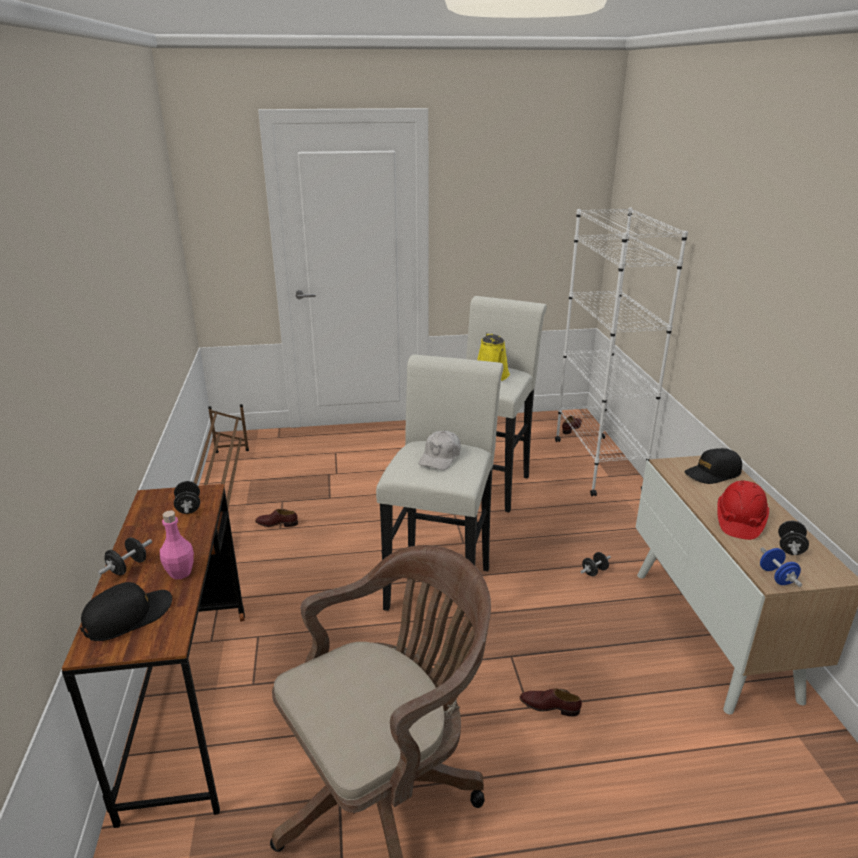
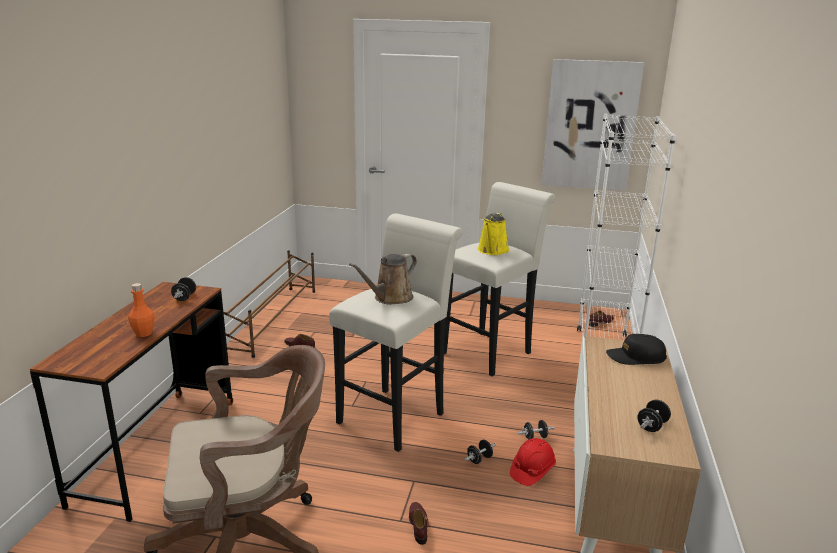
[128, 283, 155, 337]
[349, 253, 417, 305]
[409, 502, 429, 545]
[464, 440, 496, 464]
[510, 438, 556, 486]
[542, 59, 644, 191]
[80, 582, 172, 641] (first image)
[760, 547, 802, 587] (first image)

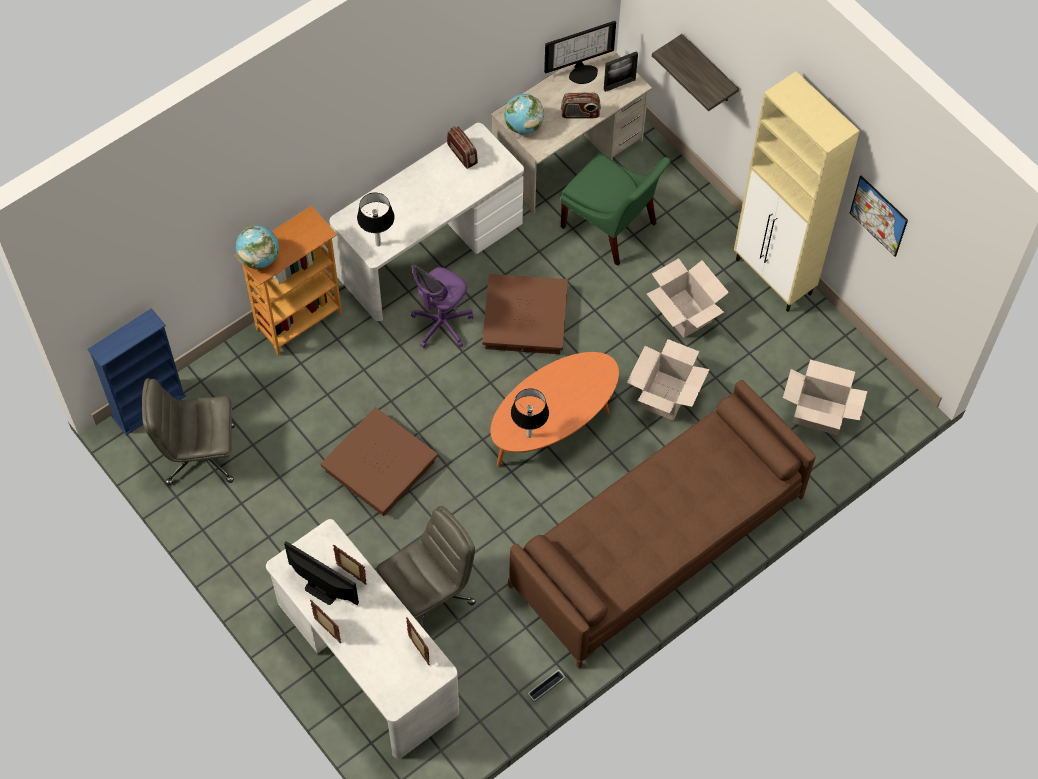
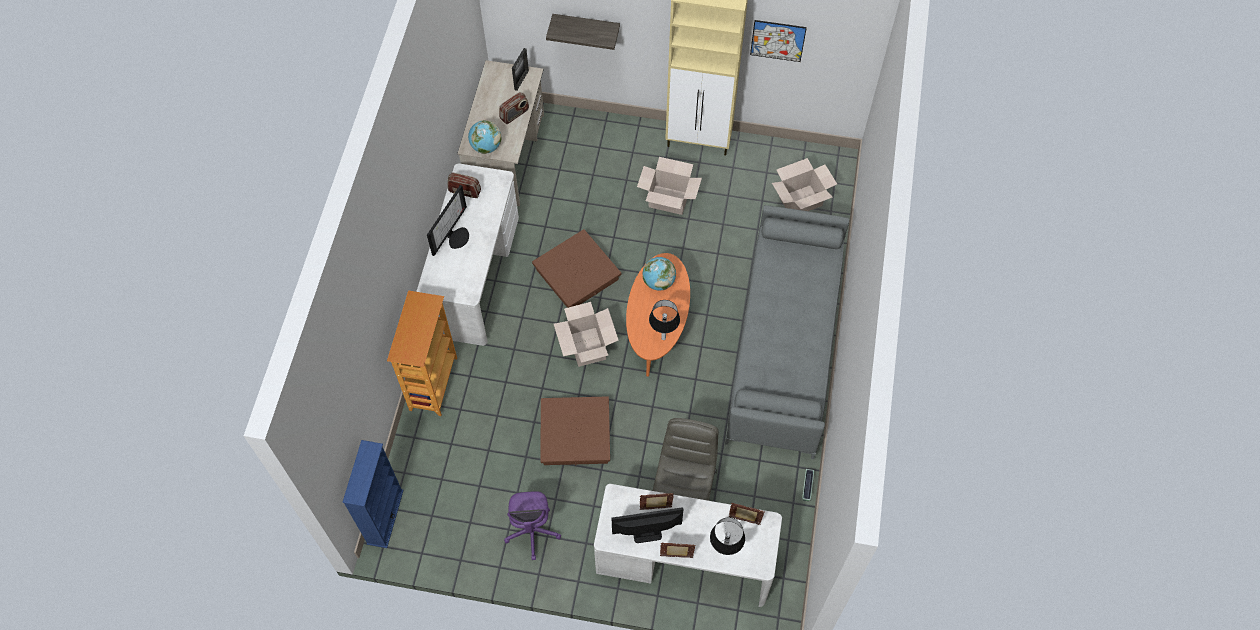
[427, 185, 469, 256]
[504, 491, 561, 560]
[554, 302, 618, 367]
[643, 257, 676, 291]
[710, 517, 745, 555]
[725, 205, 849, 459]
[142, 378, 235, 486] (first image)
[561, 152, 671, 266] (first image)

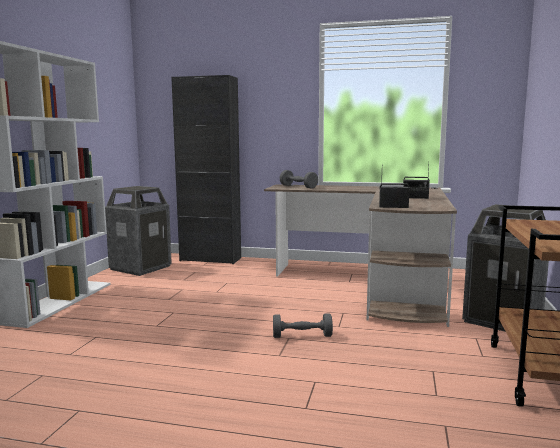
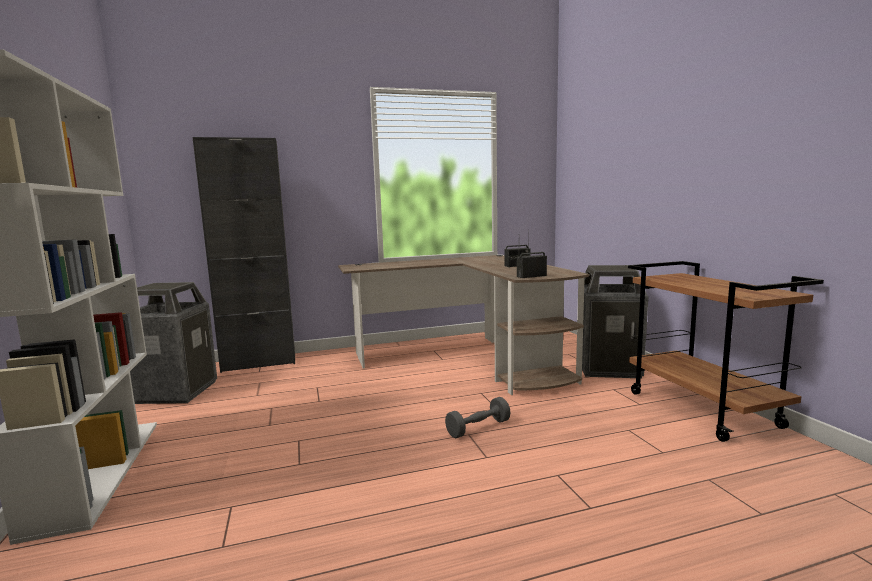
[280, 170, 318, 189] (first image)

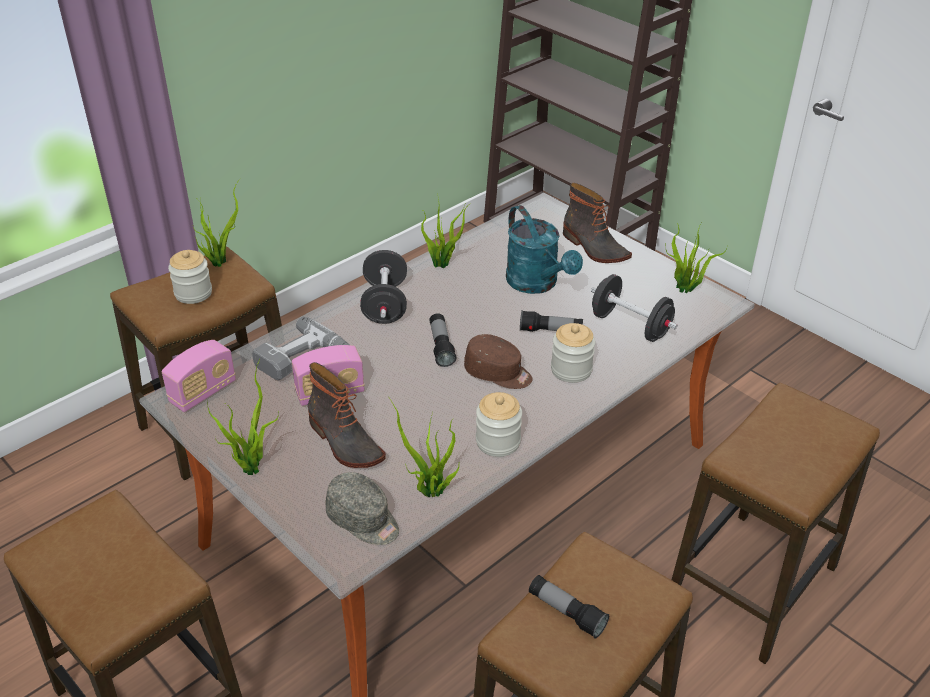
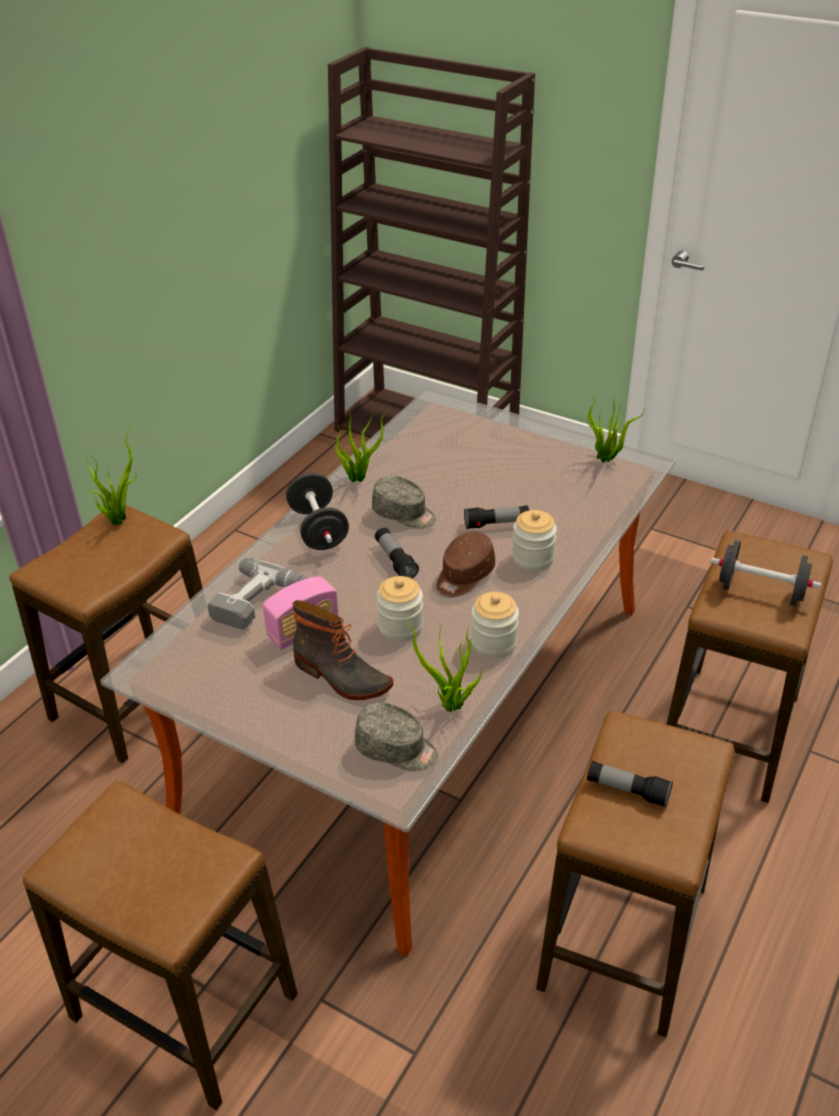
[372, 476, 436, 528]
[376, 576, 423, 641]
[437, 532, 495, 597]
[711, 540, 822, 606]
[162, 340, 236, 412] (first image)
[207, 359, 279, 475] (first image)
[506, 205, 583, 294] (first image)
[563, 183, 632, 263] (first image)

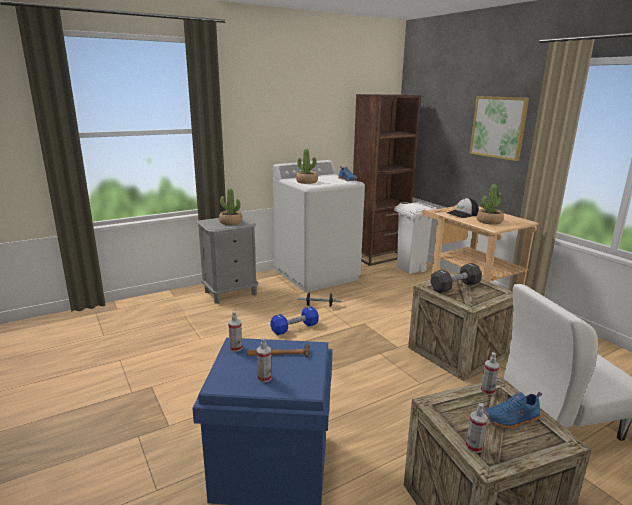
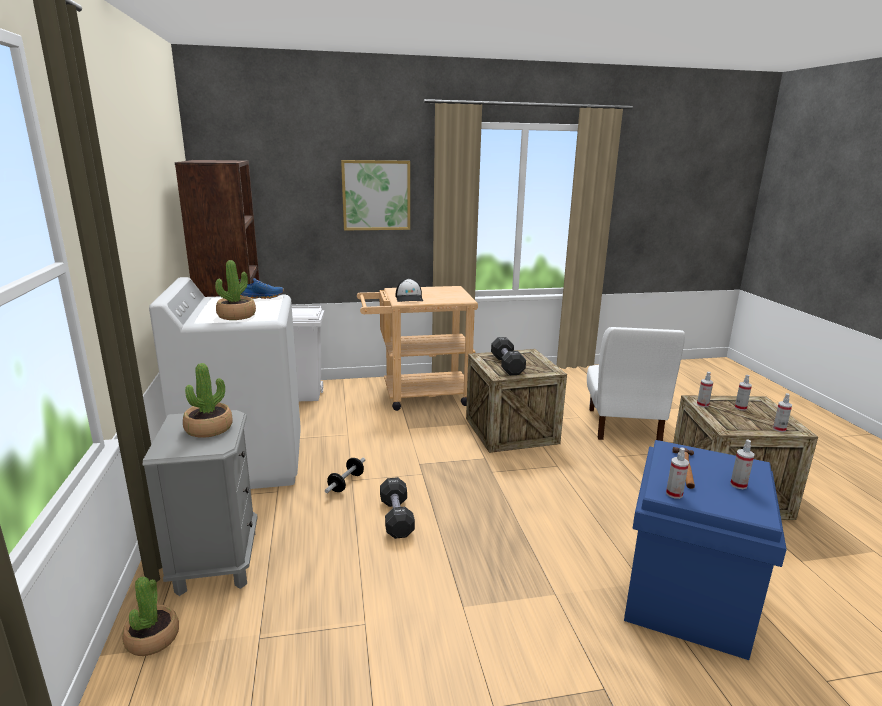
[122, 576, 179, 656]
[380, 477, 415, 539]
[735, 375, 752, 411]

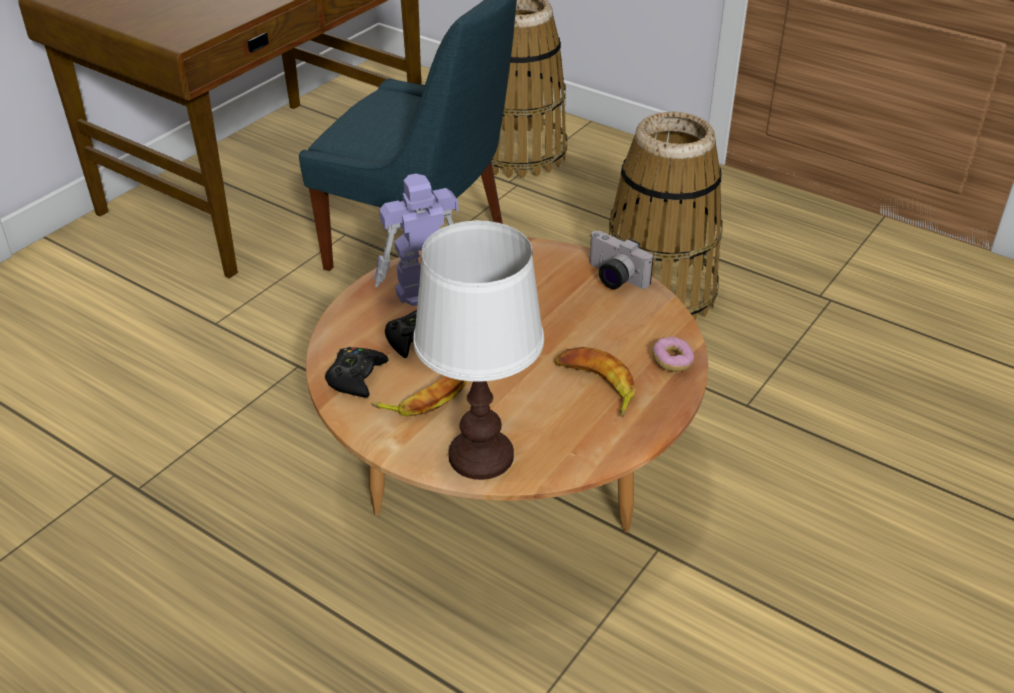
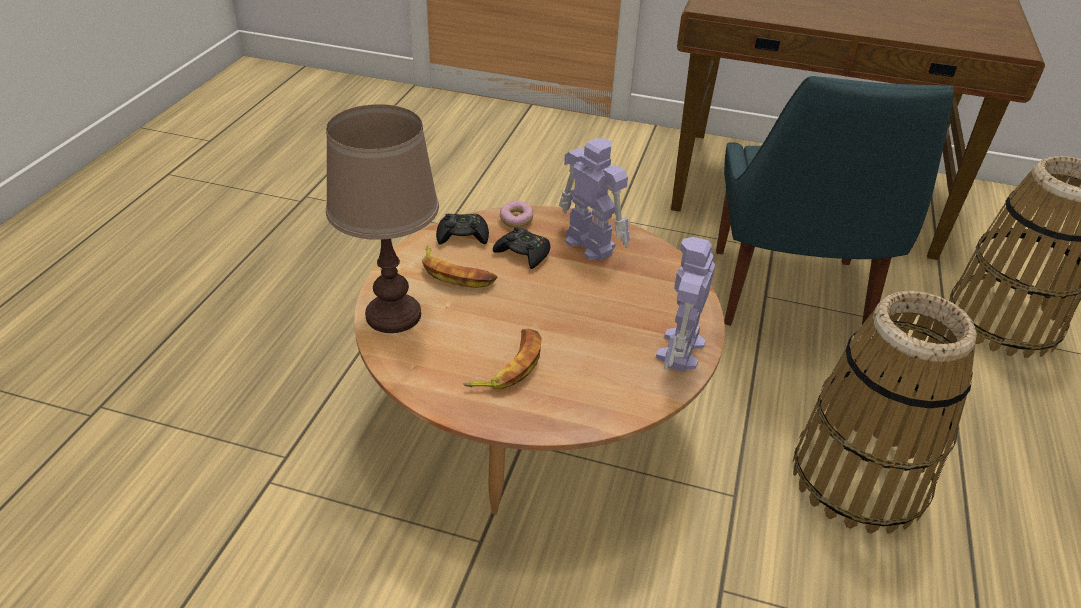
[326, 104, 439, 333]
[500, 200, 533, 228]
[656, 237, 715, 372]

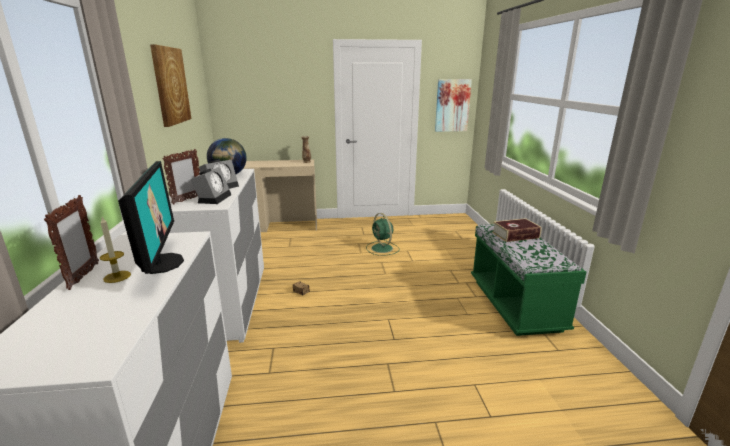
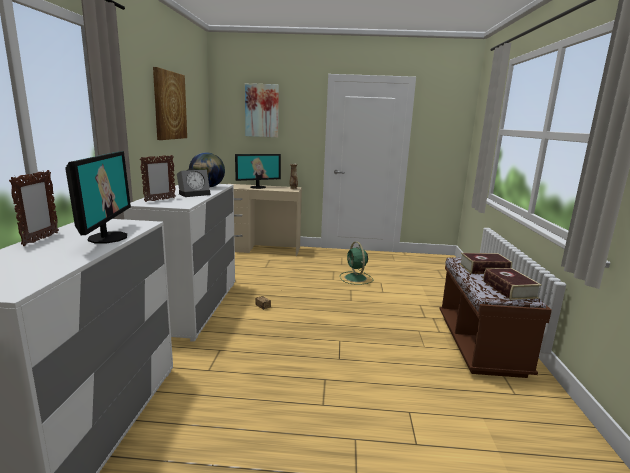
[235, 154, 281, 189]
[245, 83, 279, 138]
[440, 257, 552, 378]
[483, 268, 542, 300]
[100, 217, 131, 283] (first image)
[191, 167, 231, 204] (first image)

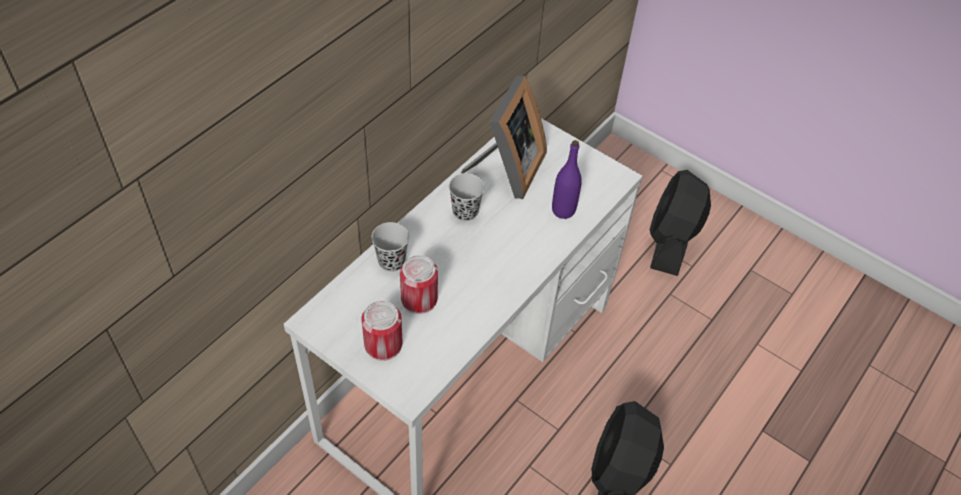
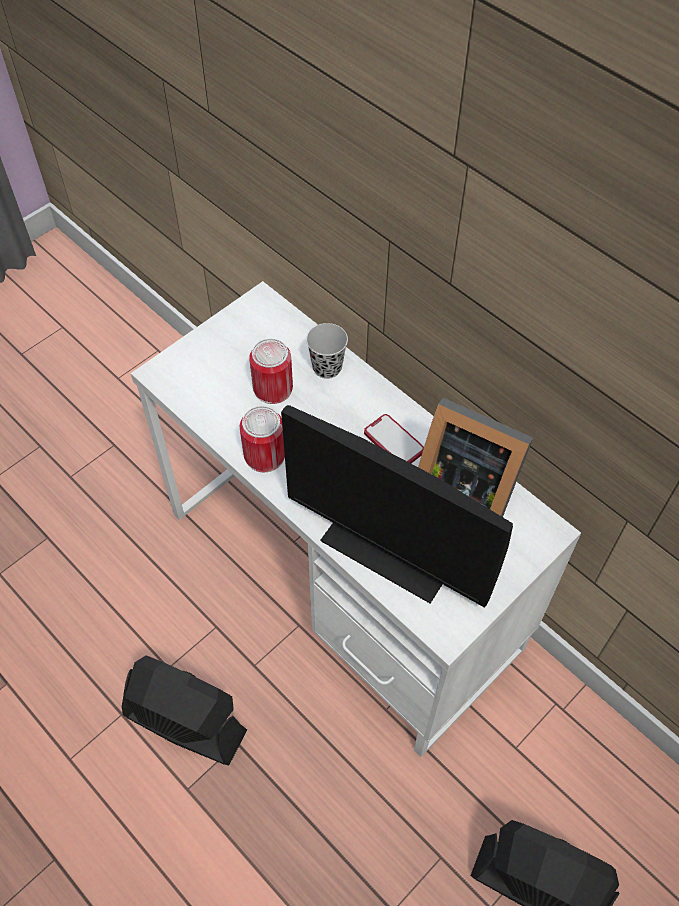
[240, 406, 285, 472]
[281, 405, 513, 608]
[364, 414, 424, 463]

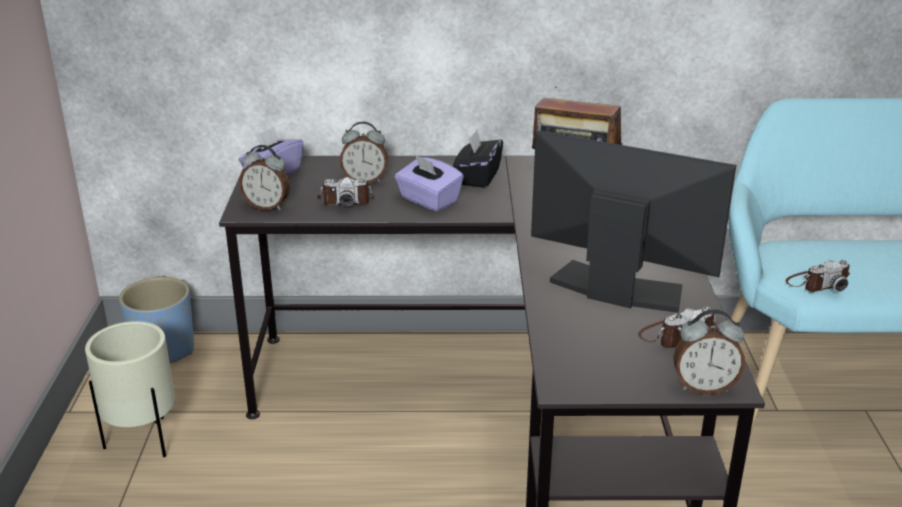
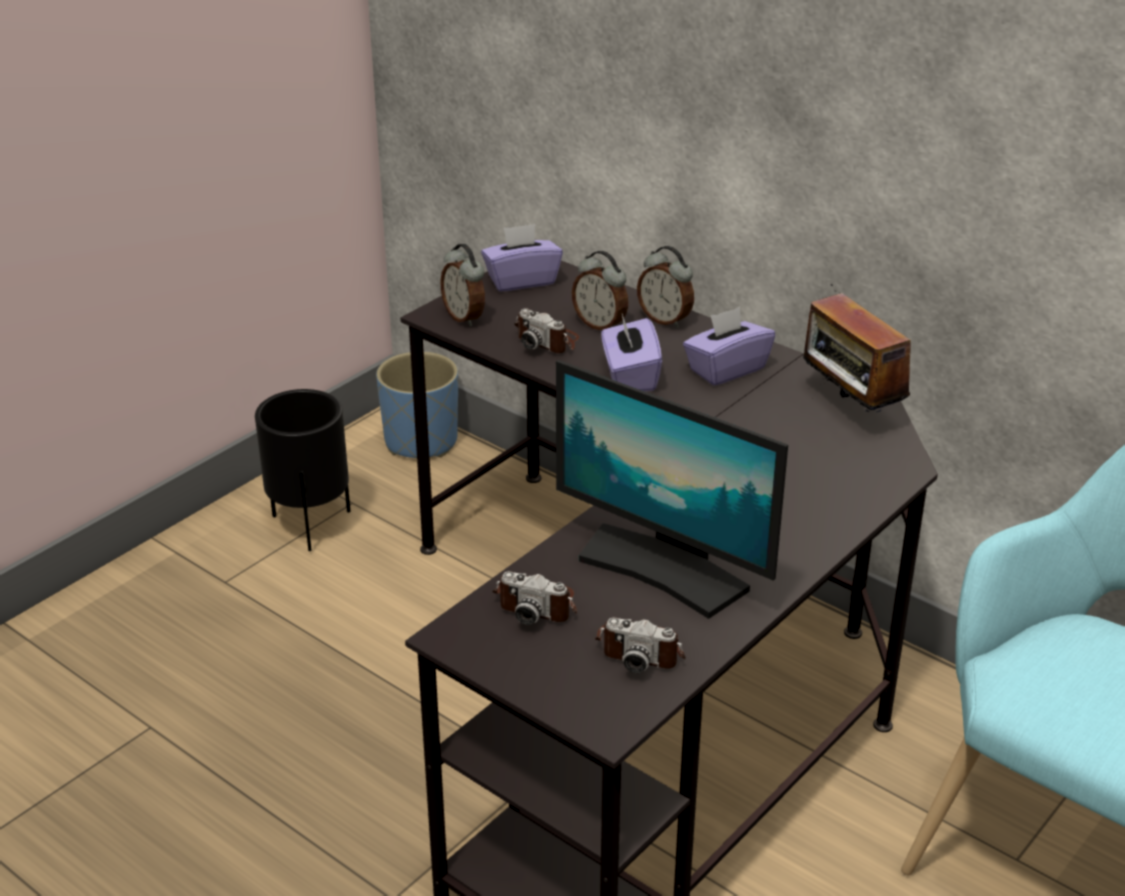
[255, 389, 351, 551]
[492, 571, 577, 625]
[556, 360, 788, 619]
[637, 246, 694, 328]
[683, 307, 775, 386]

